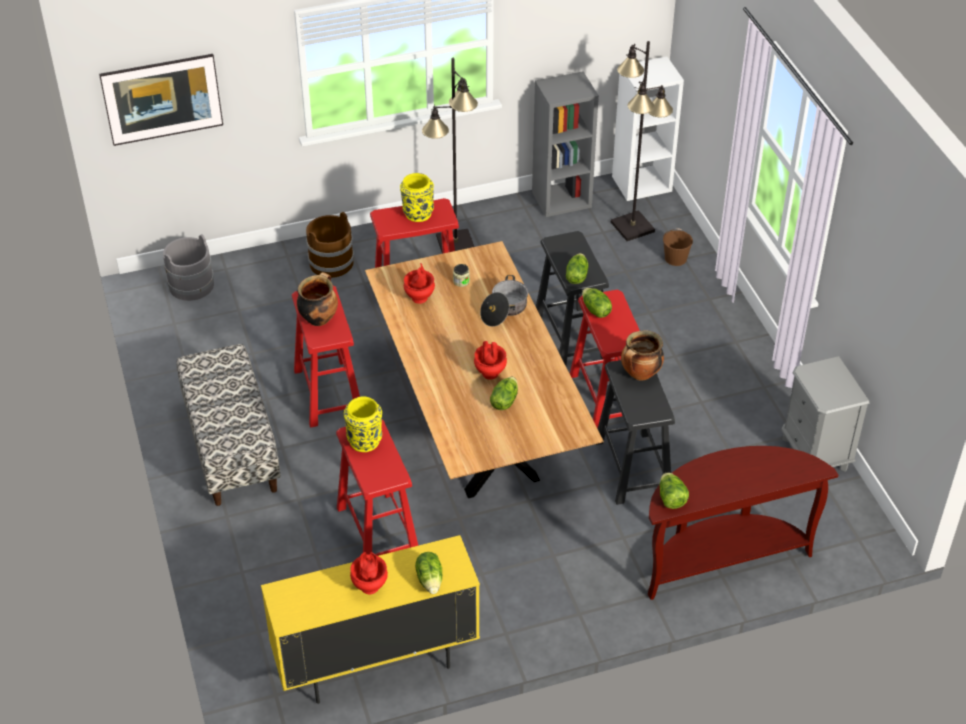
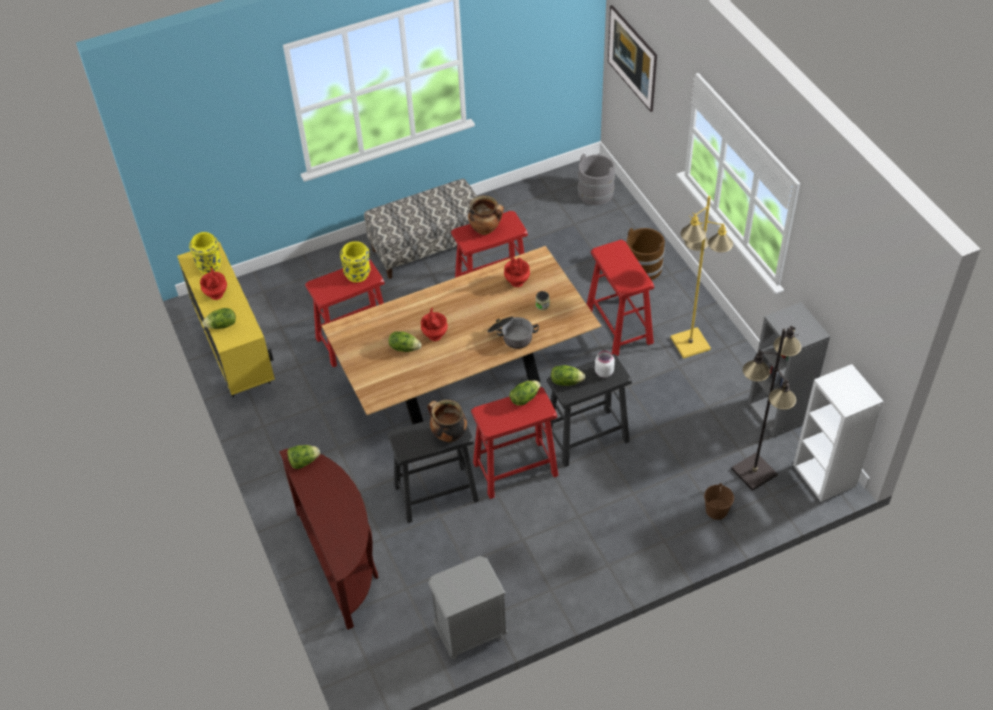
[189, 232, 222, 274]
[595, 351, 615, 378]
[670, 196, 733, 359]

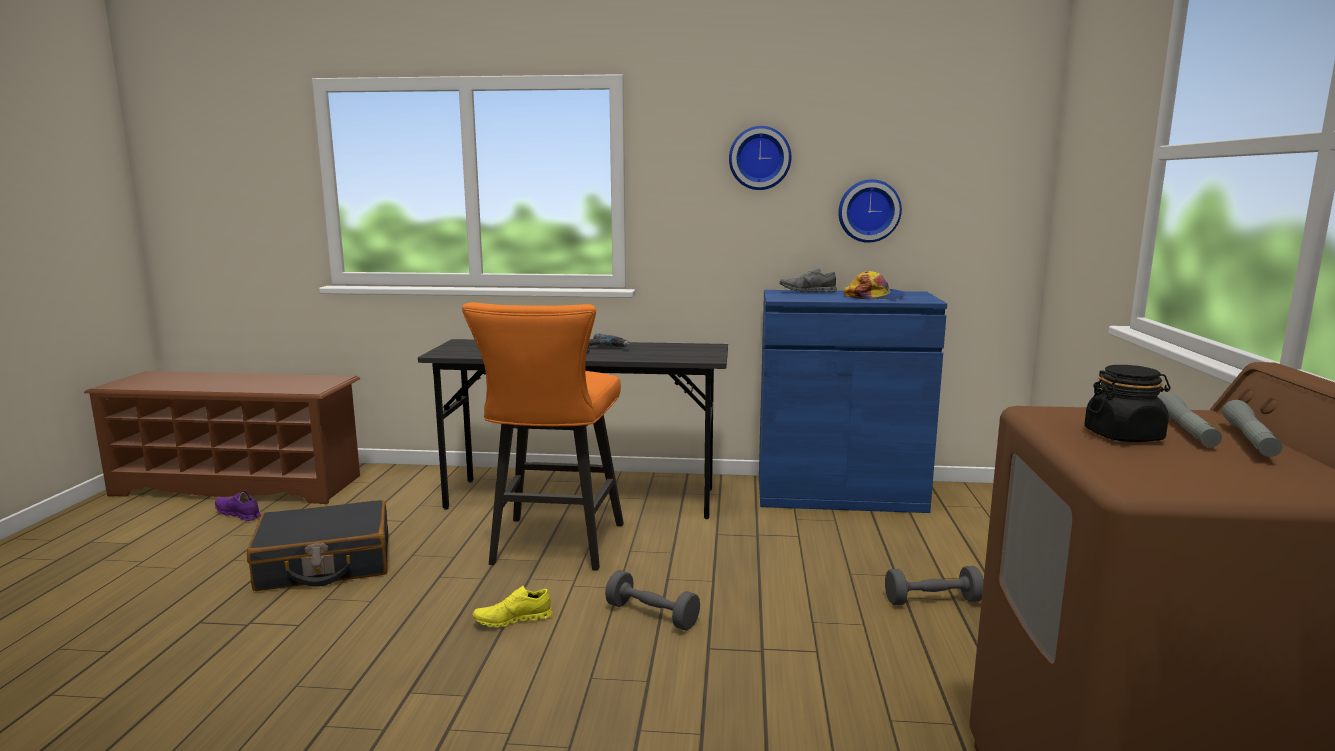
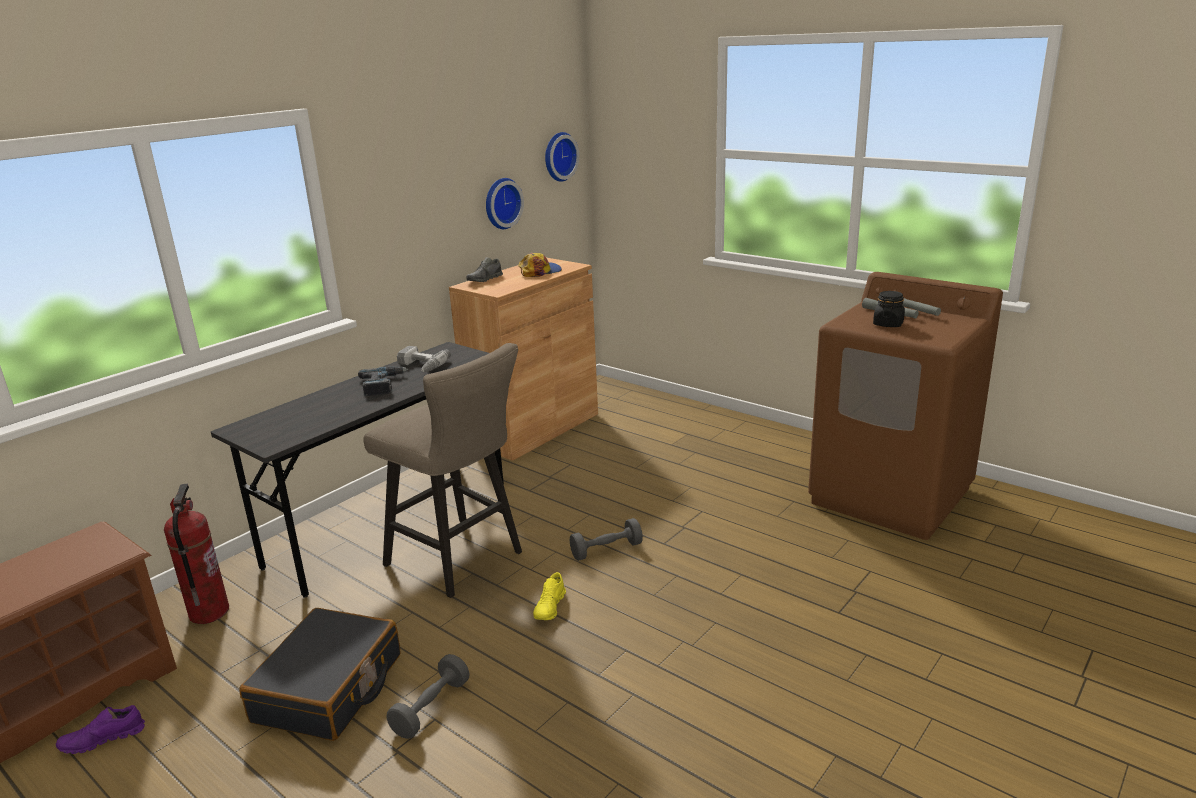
[164, 484, 229, 624]
[363, 343, 522, 598]
[387, 654, 470, 739]
[397, 346, 451, 372]
[449, 258, 598, 461]
[545, 132, 579, 182]

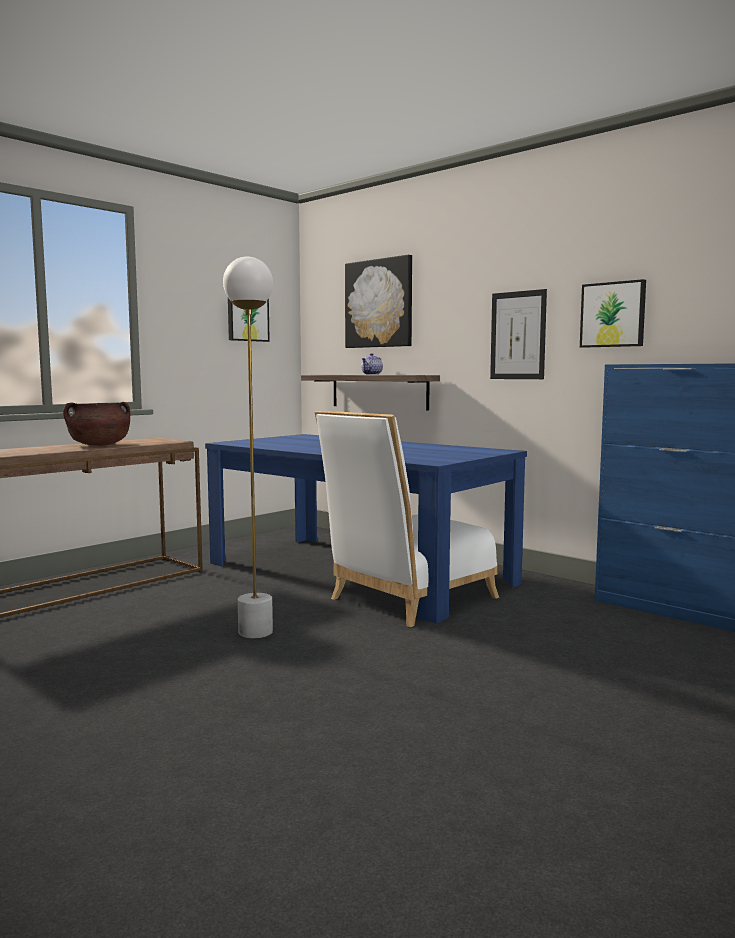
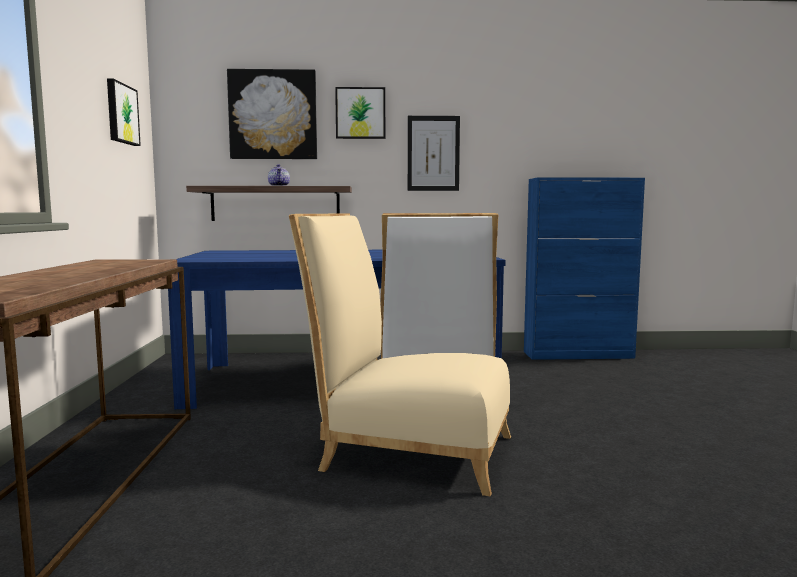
[289, 213, 511, 496]
[335, 87, 385, 139]
[63, 402, 130, 446] (first image)

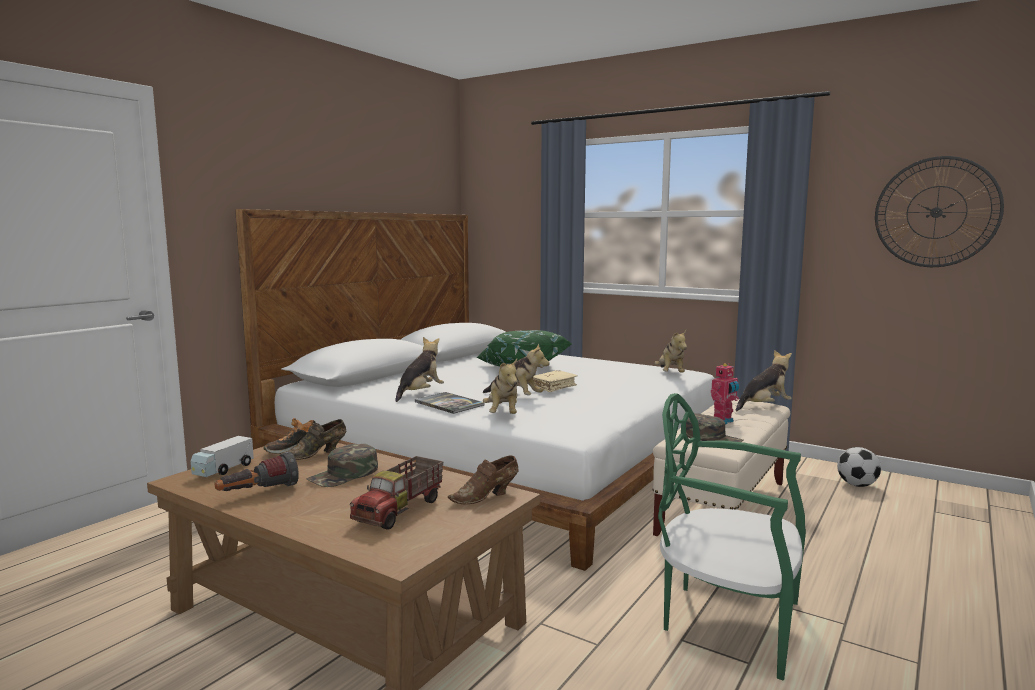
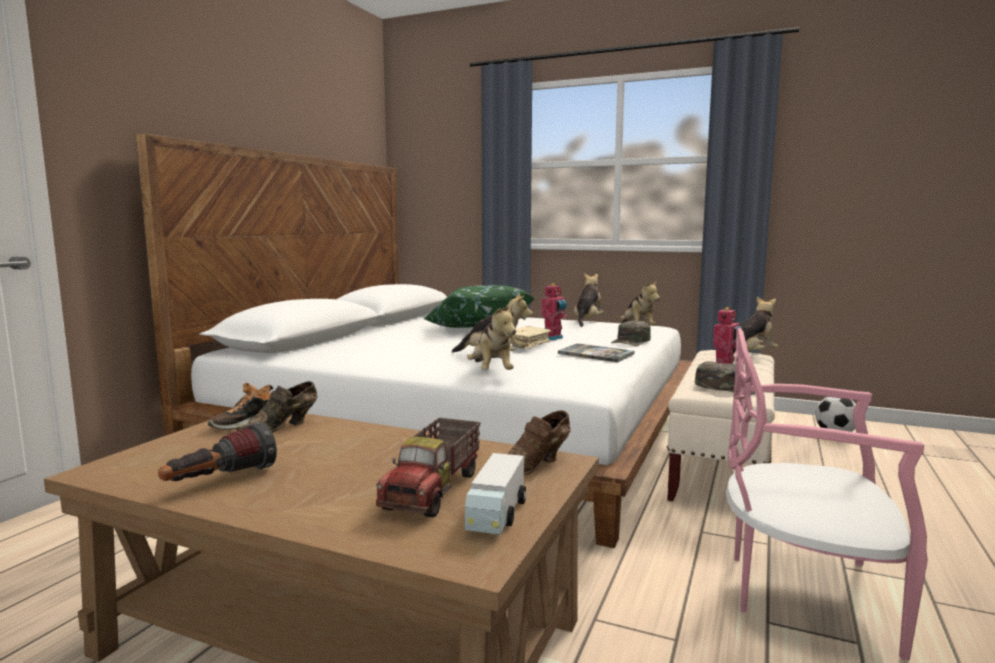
[465, 453, 526, 534]
[541, 283, 567, 341]
[558, 343, 635, 362]
[574, 273, 604, 327]
[611, 320, 651, 346]
[726, 328, 928, 661]
[875, 156, 1004, 267] (first image)

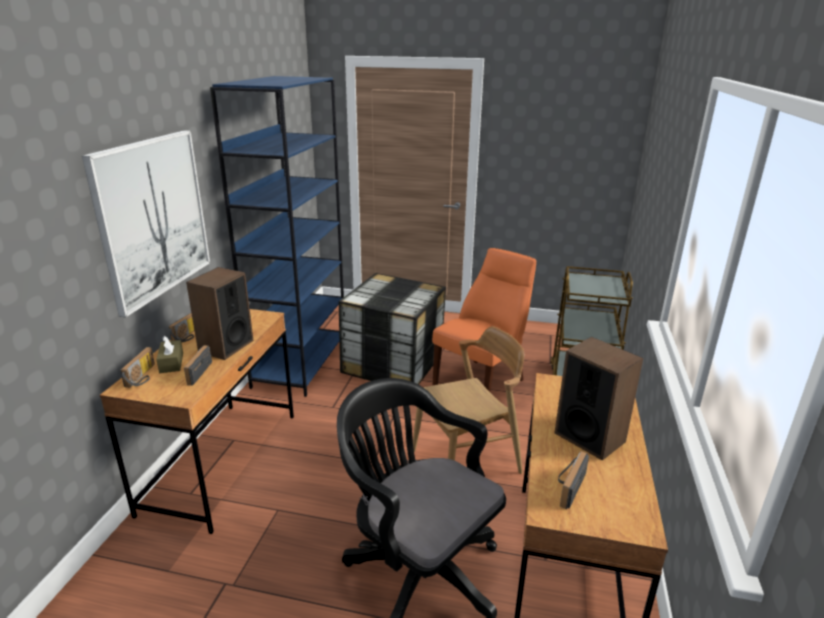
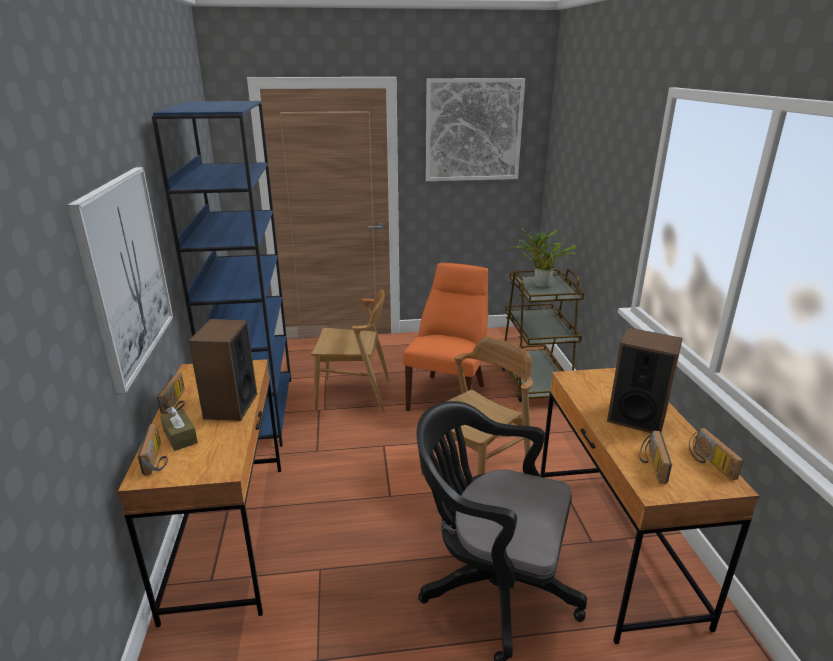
[311, 289, 390, 413]
[426, 78, 525, 181]
[508, 228, 577, 288]
[689, 428, 743, 481]

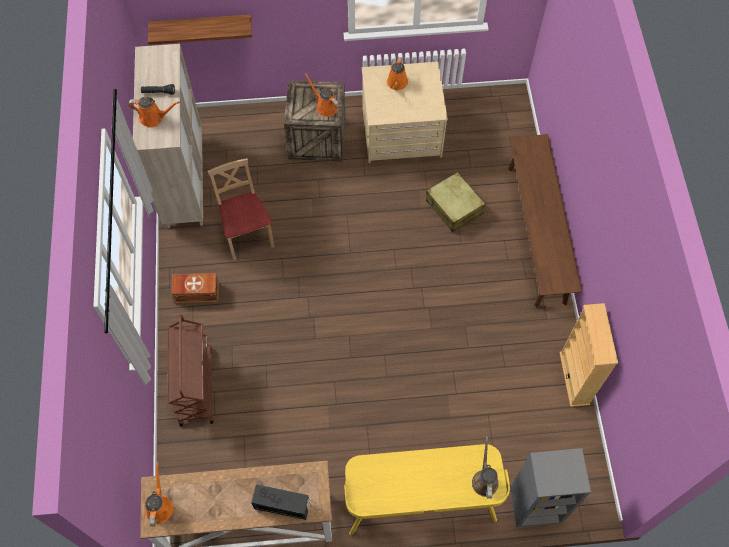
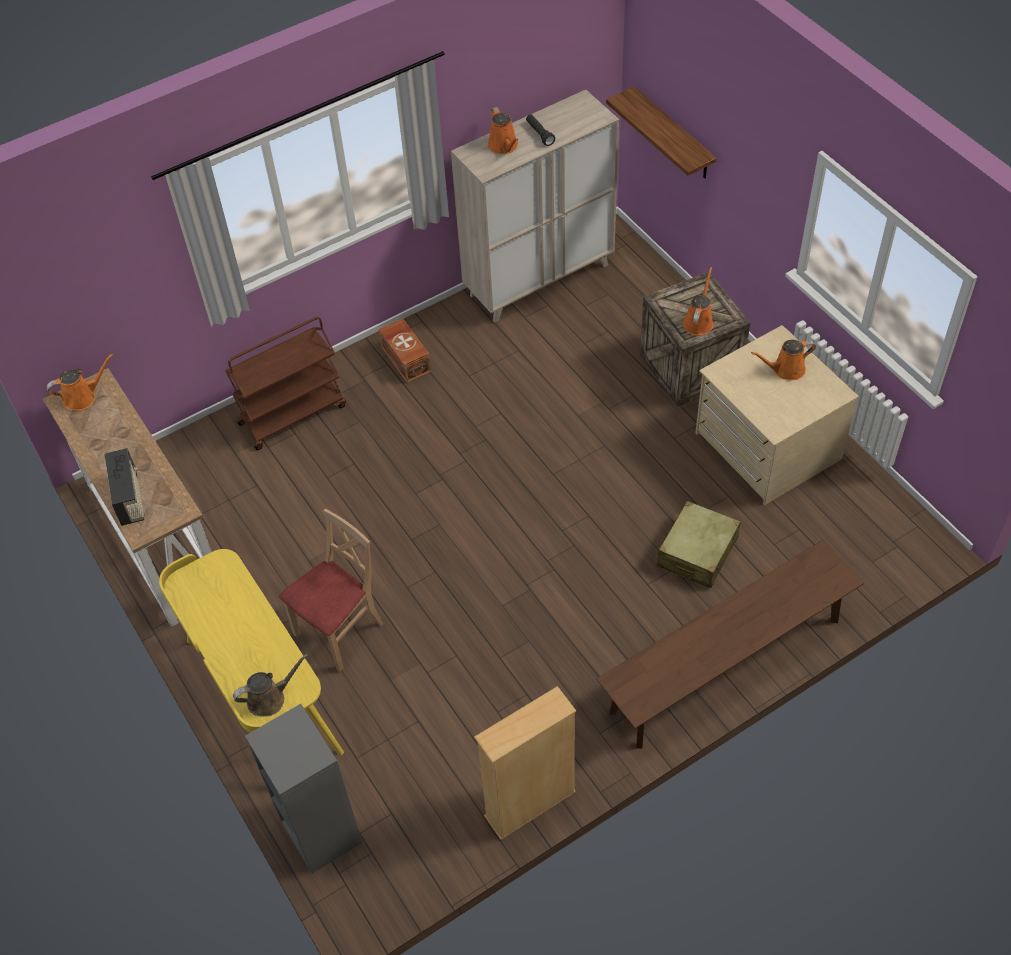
[279, 509, 383, 672]

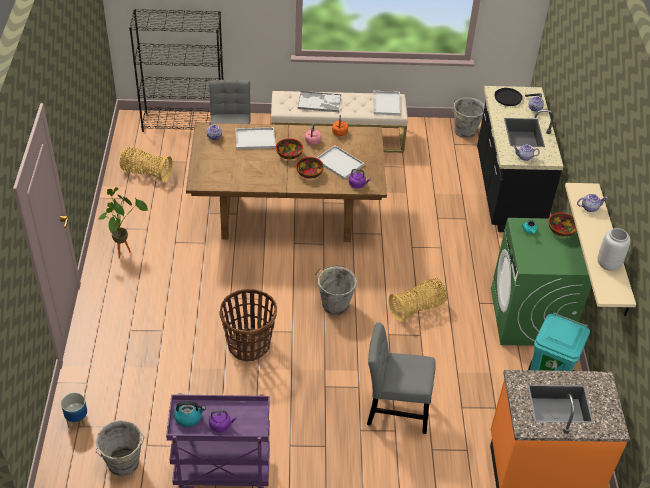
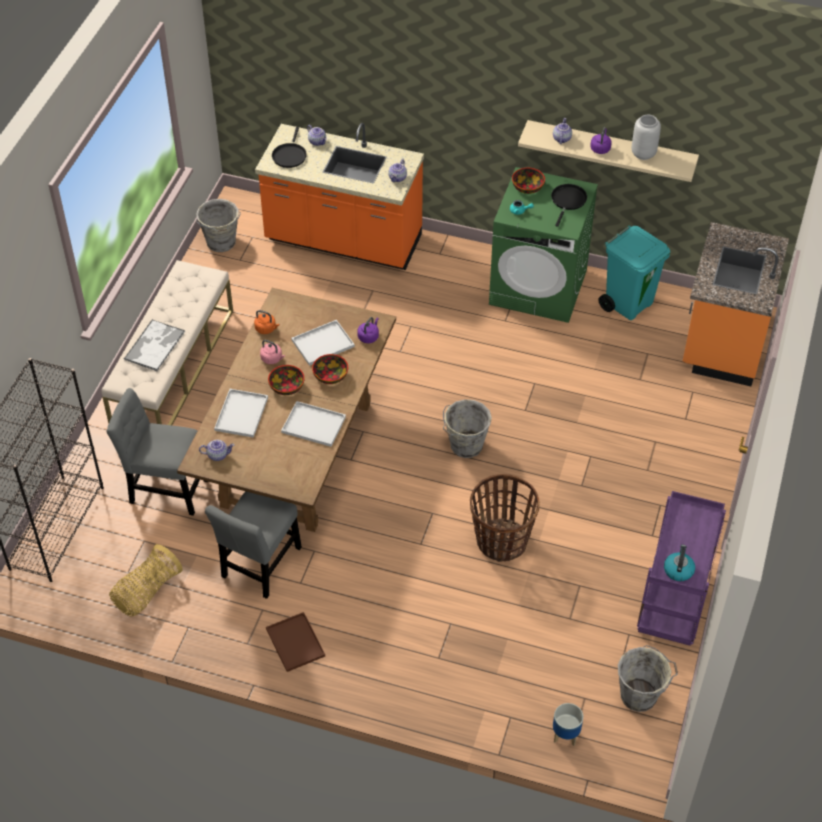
[205, 491, 302, 599]
[255, 123, 424, 270]
[266, 612, 325, 672]
[281, 401, 346, 447]
[551, 184, 587, 227]
[590, 127, 612, 154]
[389, 278, 447, 322] (first image)

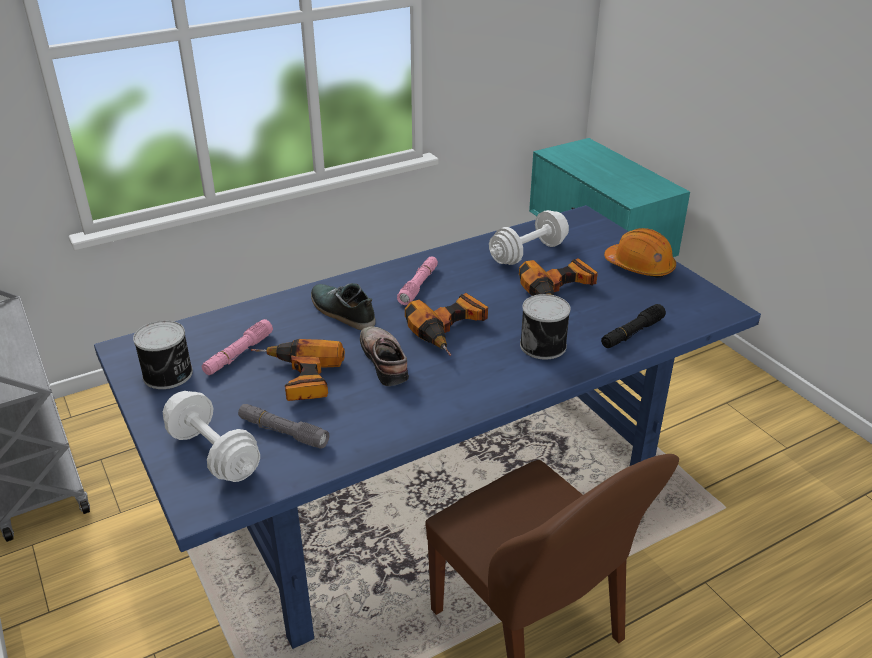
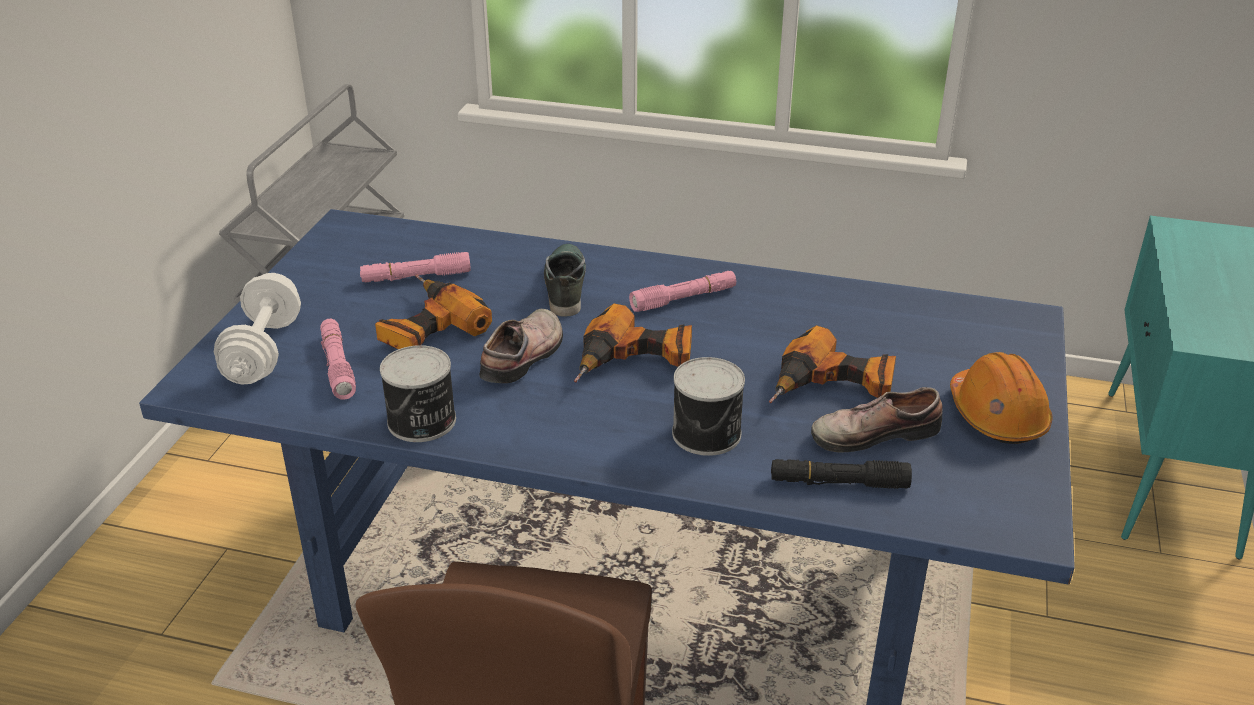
[320, 319, 356, 400]
[380, 345, 456, 442]
[811, 387, 943, 452]
[489, 210, 569, 265] (first image)

